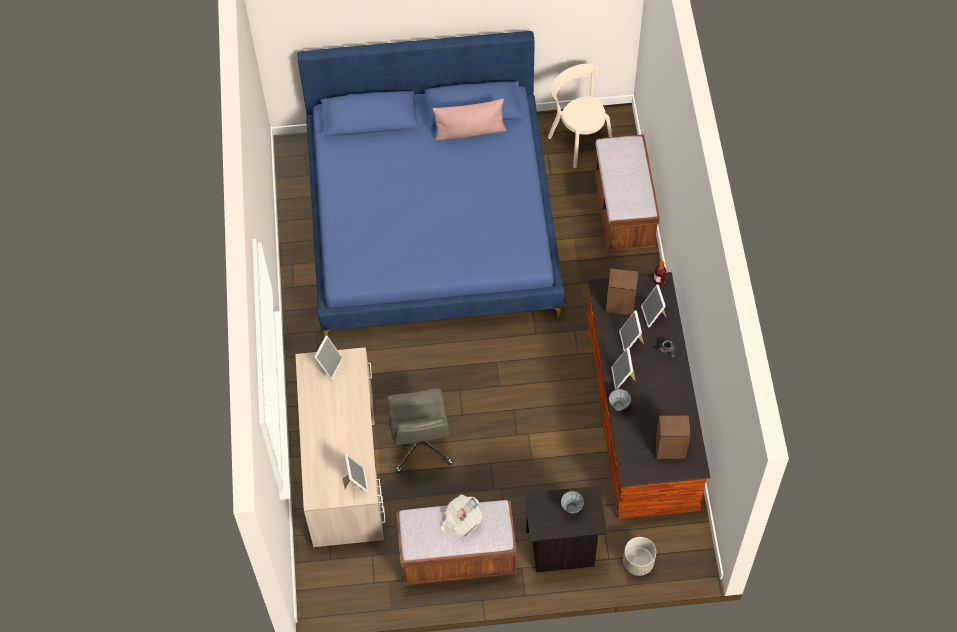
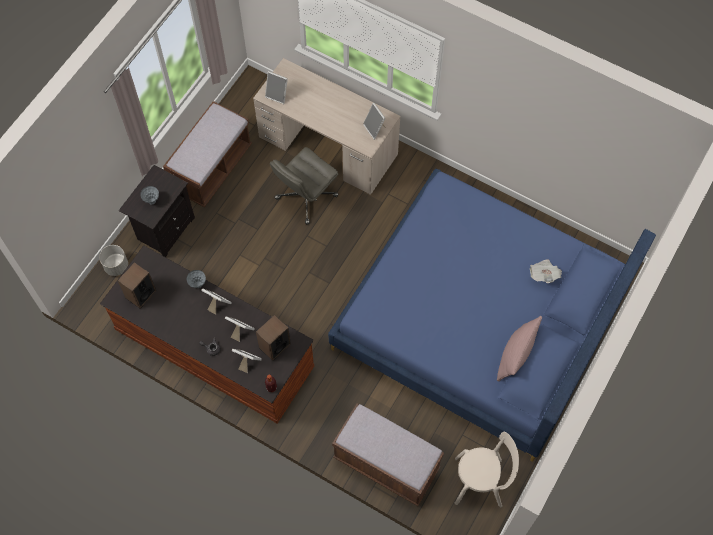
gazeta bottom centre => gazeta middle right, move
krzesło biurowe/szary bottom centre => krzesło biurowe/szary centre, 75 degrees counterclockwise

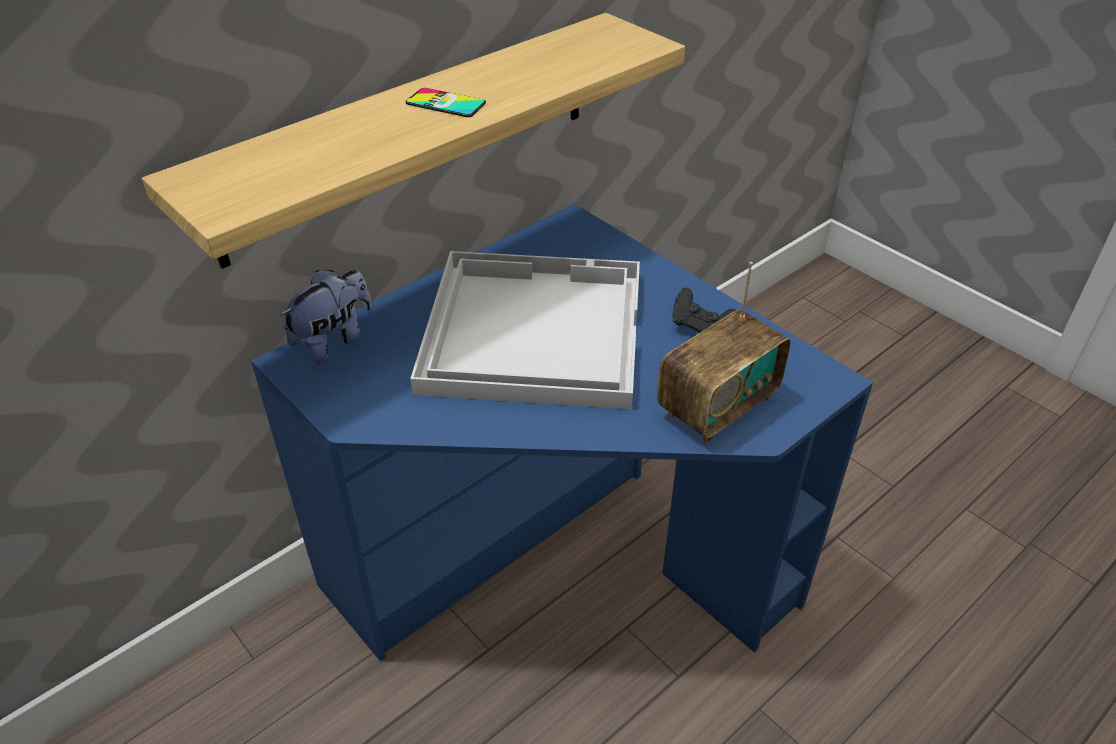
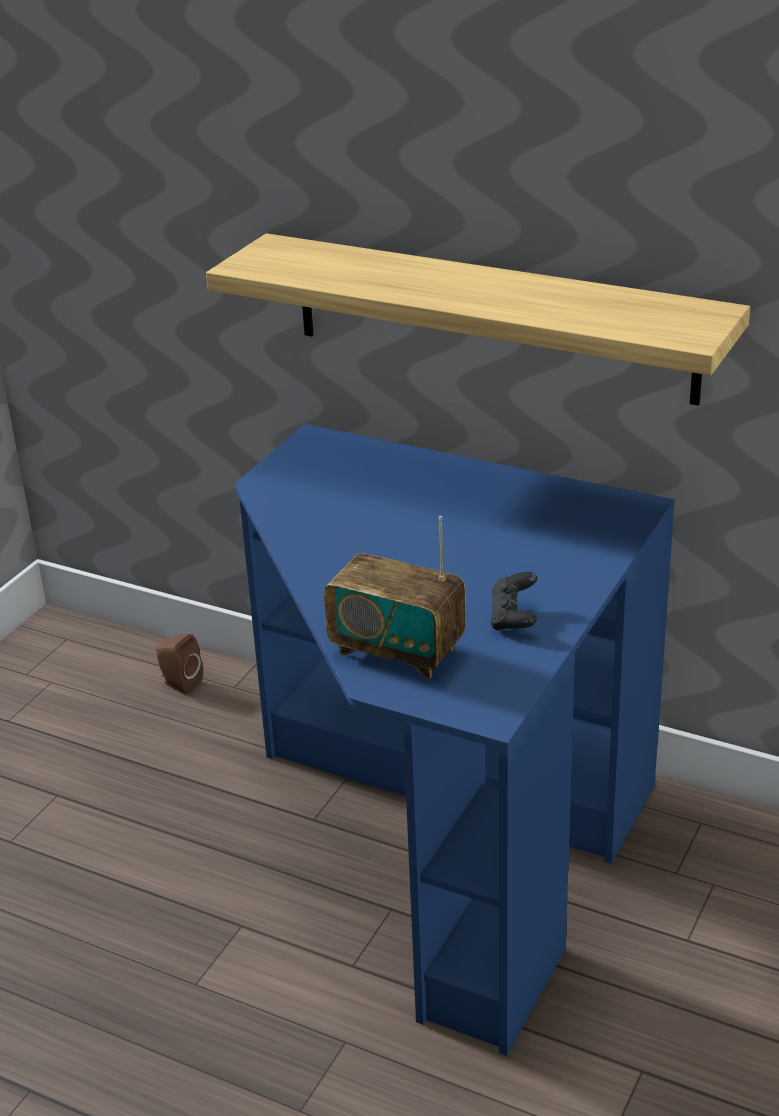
pluszak middle left => nothing
telefon top centre => nothing
taca/biały centre => nothing
nothing => głośnik/brązowy middle left

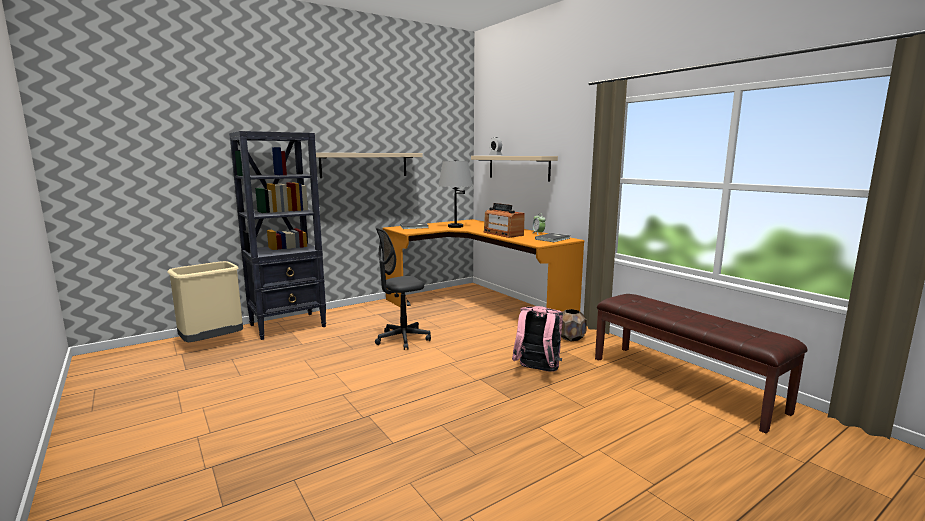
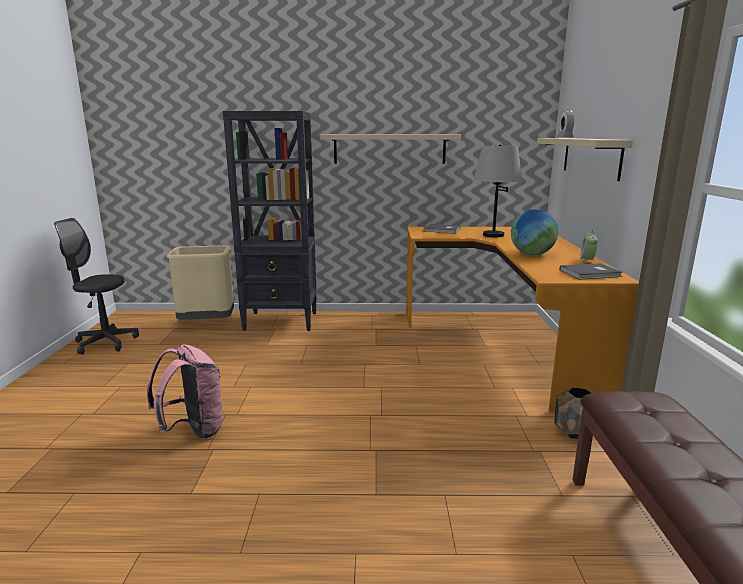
krzesło biurowe/szary centre => krzesło biurowe/szary middle left, move
plecak/różowy centre => plecak/różowy bottom left, move
radio centre => globus middle right

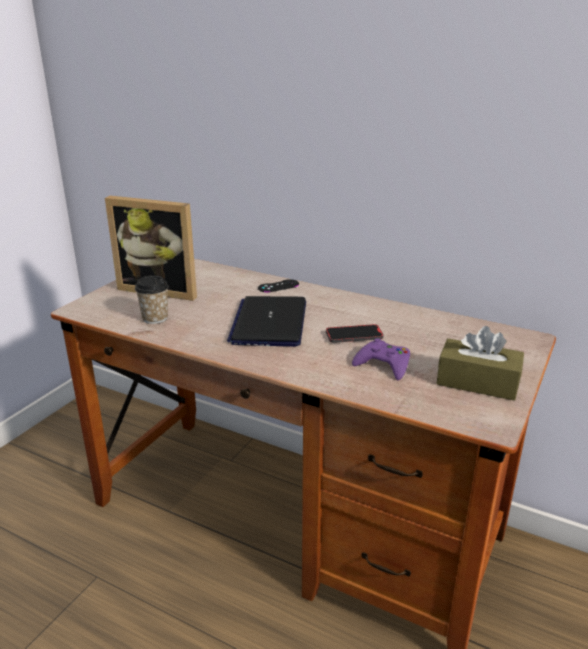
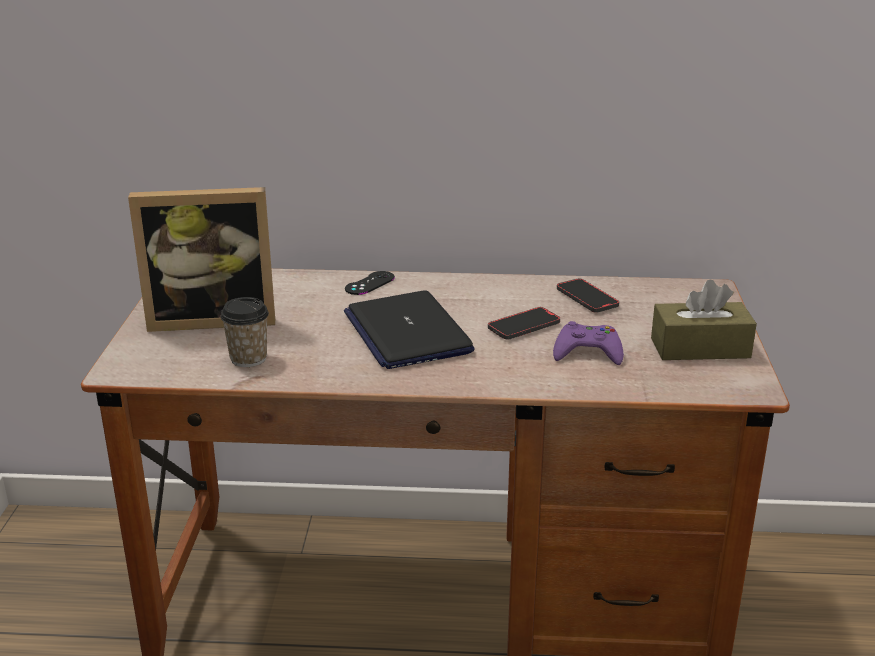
nothing => telefon (2nd from left) middle right

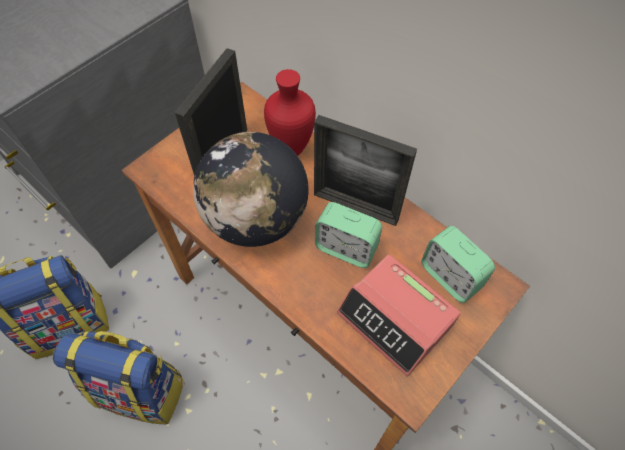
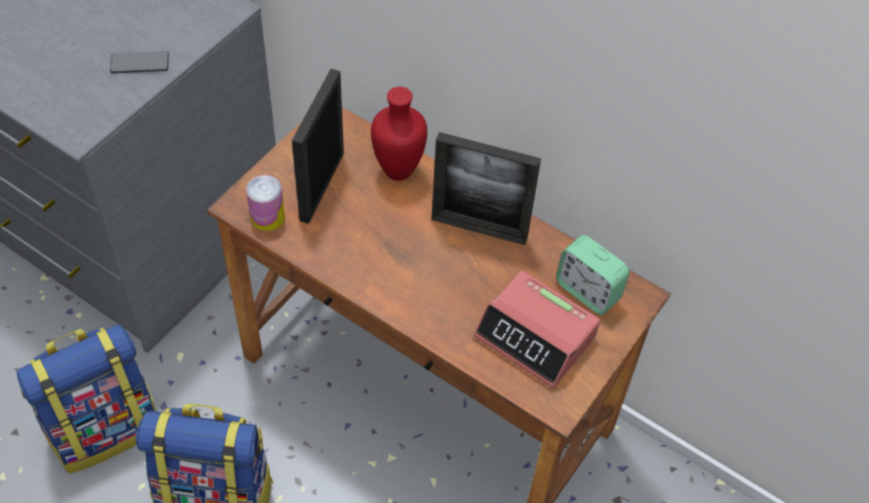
globus centre => nothing
budzik (1st from left) centre => nothing
nothing => telefon top left
nothing => puszka middle left

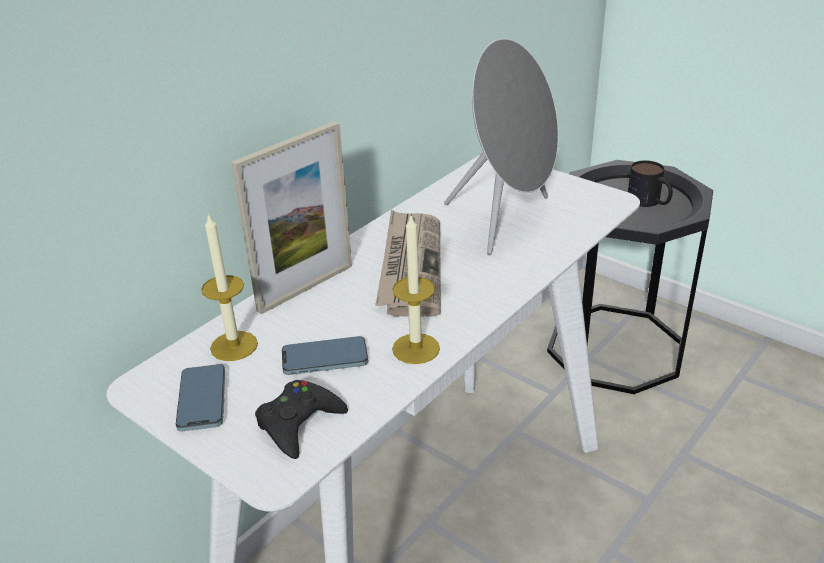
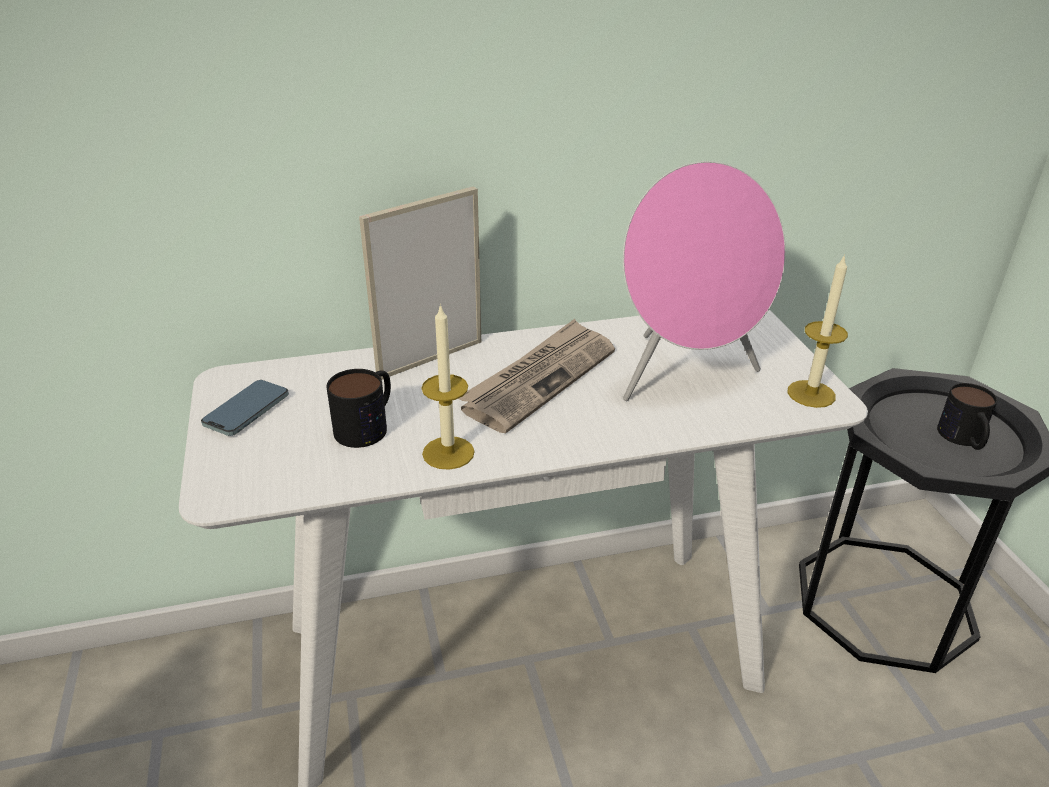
pad do gier/czarny bottom centre => nothing
świeca (1st from left in the first image) middle left => świeca (2nd from left) middle right, move
telefon (2nd from left) centre => kubek (1st from left) centre
głośnik/szary top centre => głośnik/różowy middle right
ramka na zdjęcie centre, 150 degrees clockwise

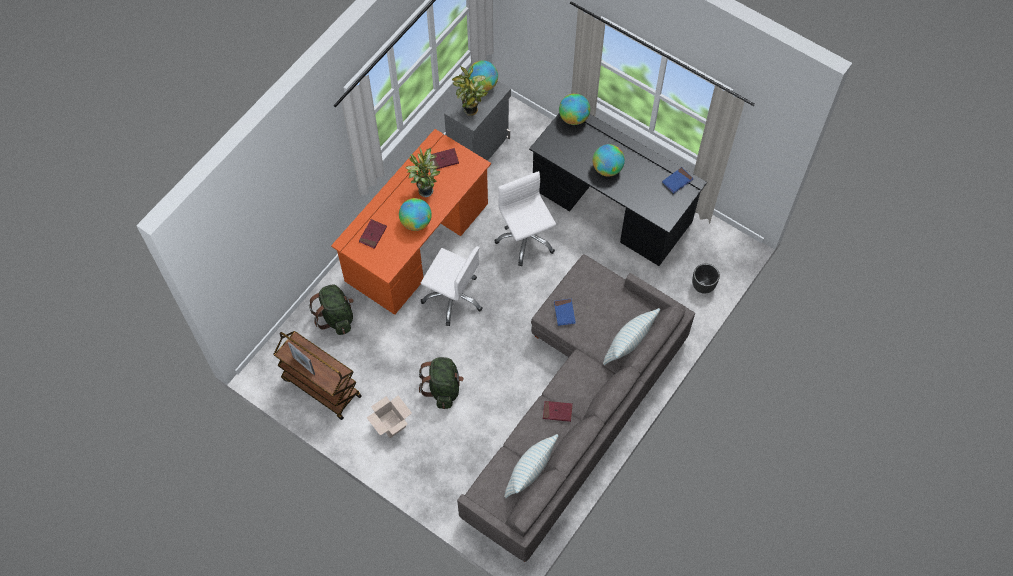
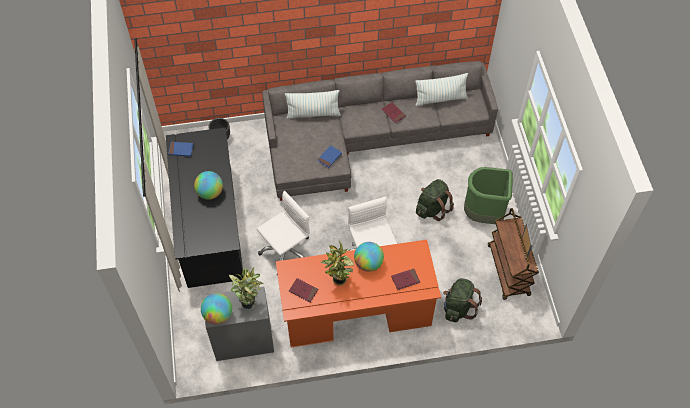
globus (3rd from left) top centre => nothing
karton bottom centre => kosz na śmieci/zielony middle right
krzesło biurowe/biały (2nd from left in the first image) centre => krzesło biurowe/biały (1st from left) centre, 150 degrees counterclockwise

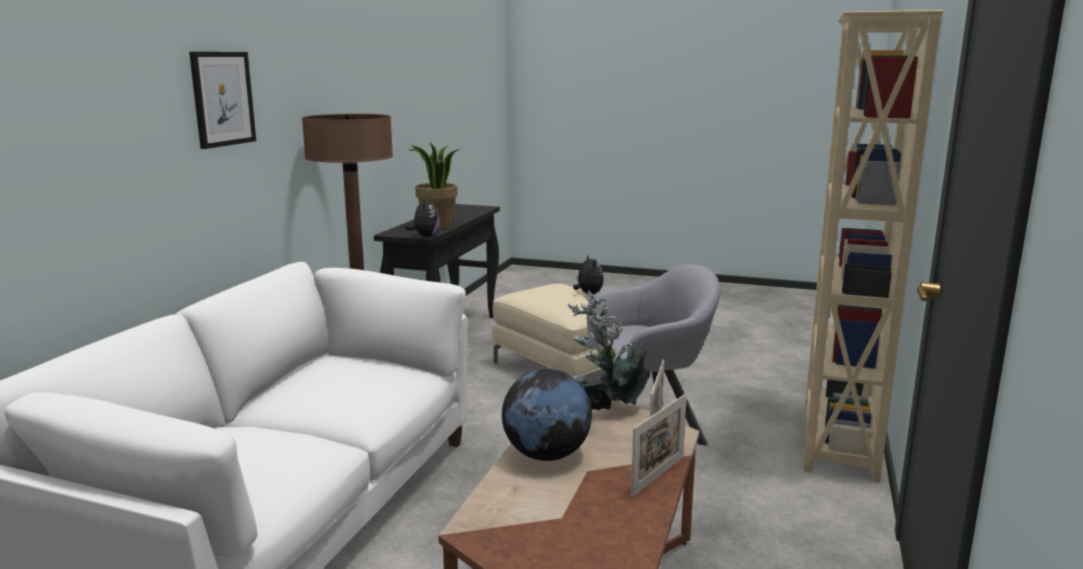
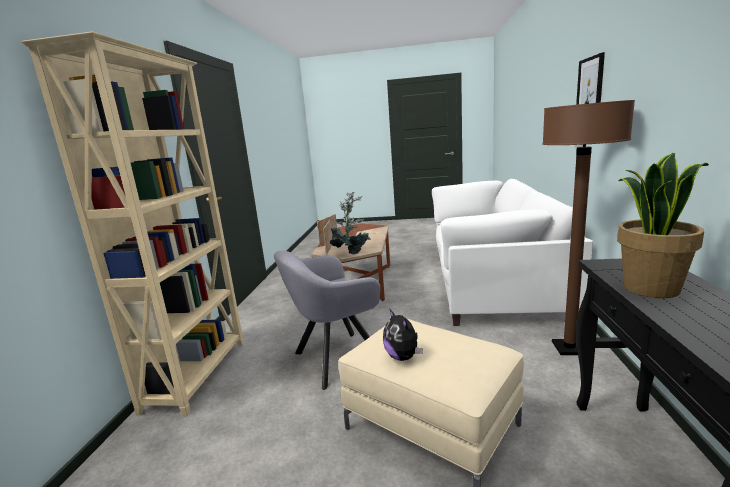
pluszak (1st from left) centre => nothing
globus bottom centre => nothing

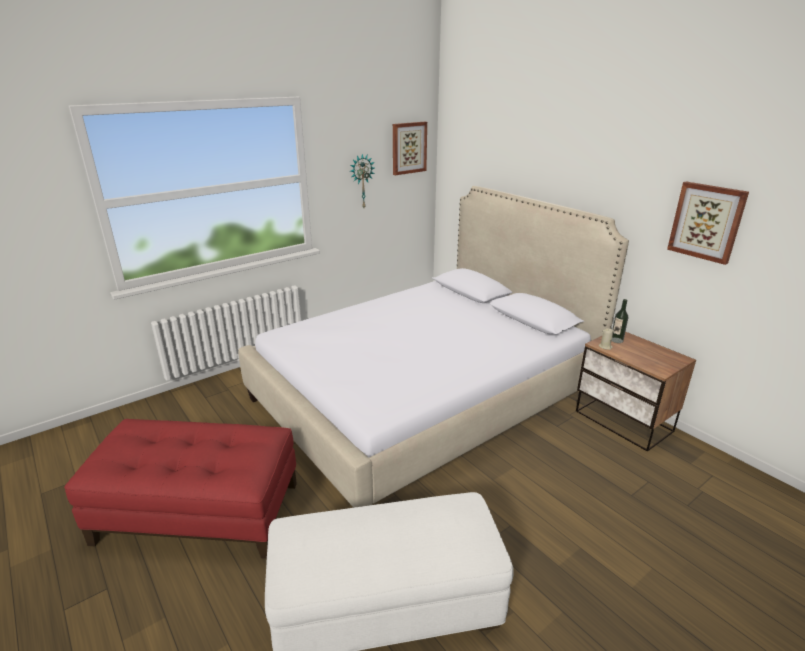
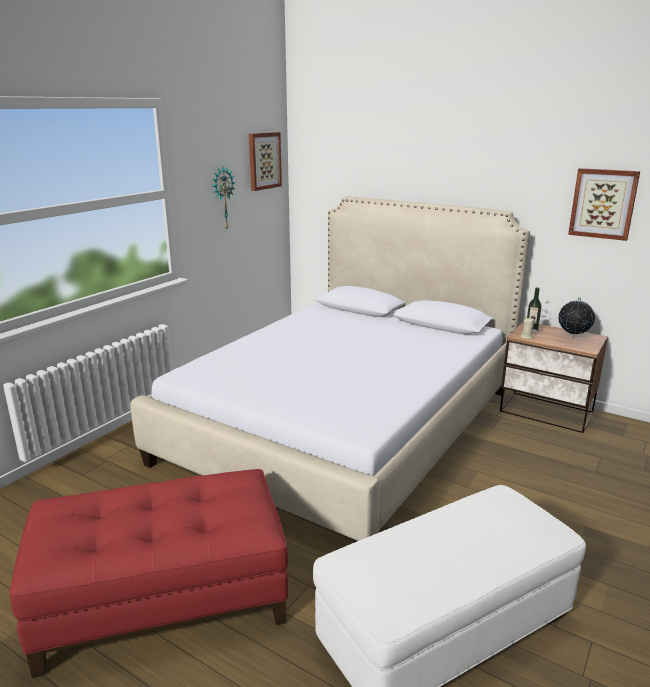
nothing => globus middle right

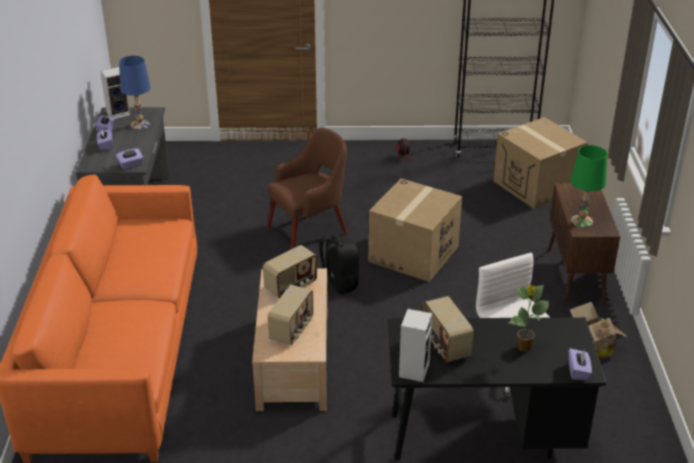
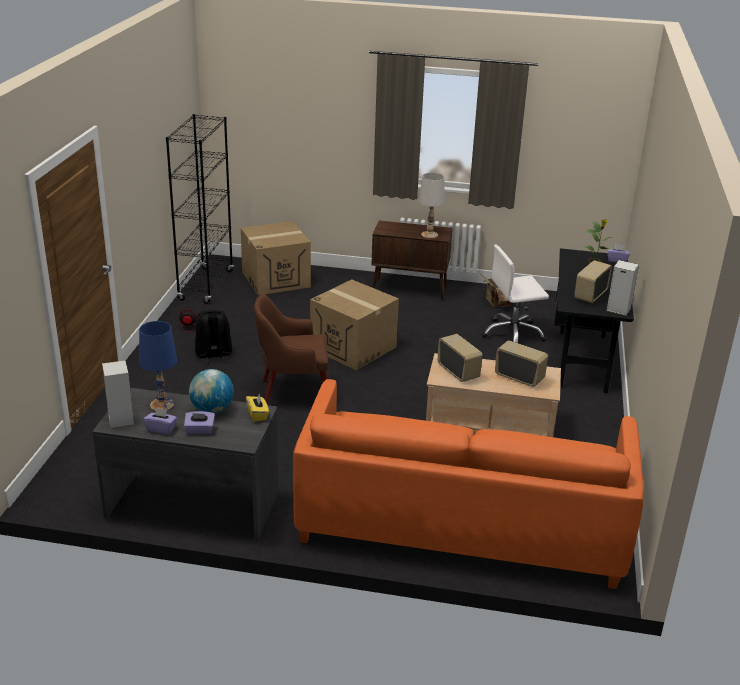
nothing => globus middle left
plecak/czarny centre => plecak/czarny middle left, move
pudełko chusteczek/fioletowy (3rd from left) middle left => pudełko chusteczek/żółty centre
lampa stołowa/zielony middle right => lampa stołowa/biały top centre
fotel/brązowy centre, 75 degrees counterclockwise
radio (3rd from left) bottom centre => radio (3rd from left) middle right, 135 degrees clockwise

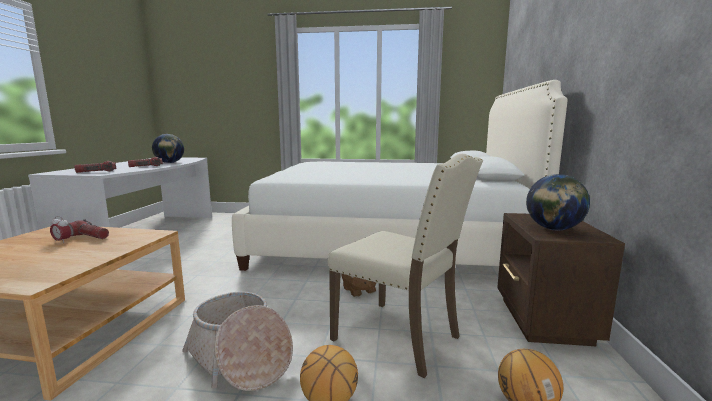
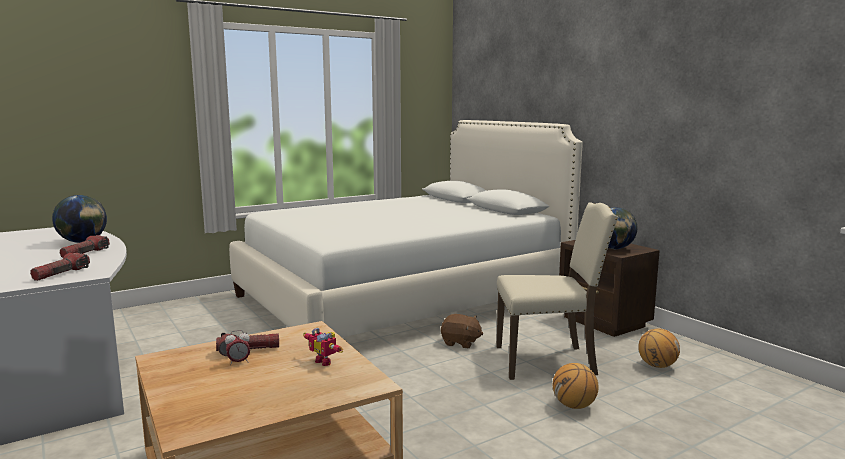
koszyk bottom left => nothing
nothing => robot zabawkowy bottom centre

